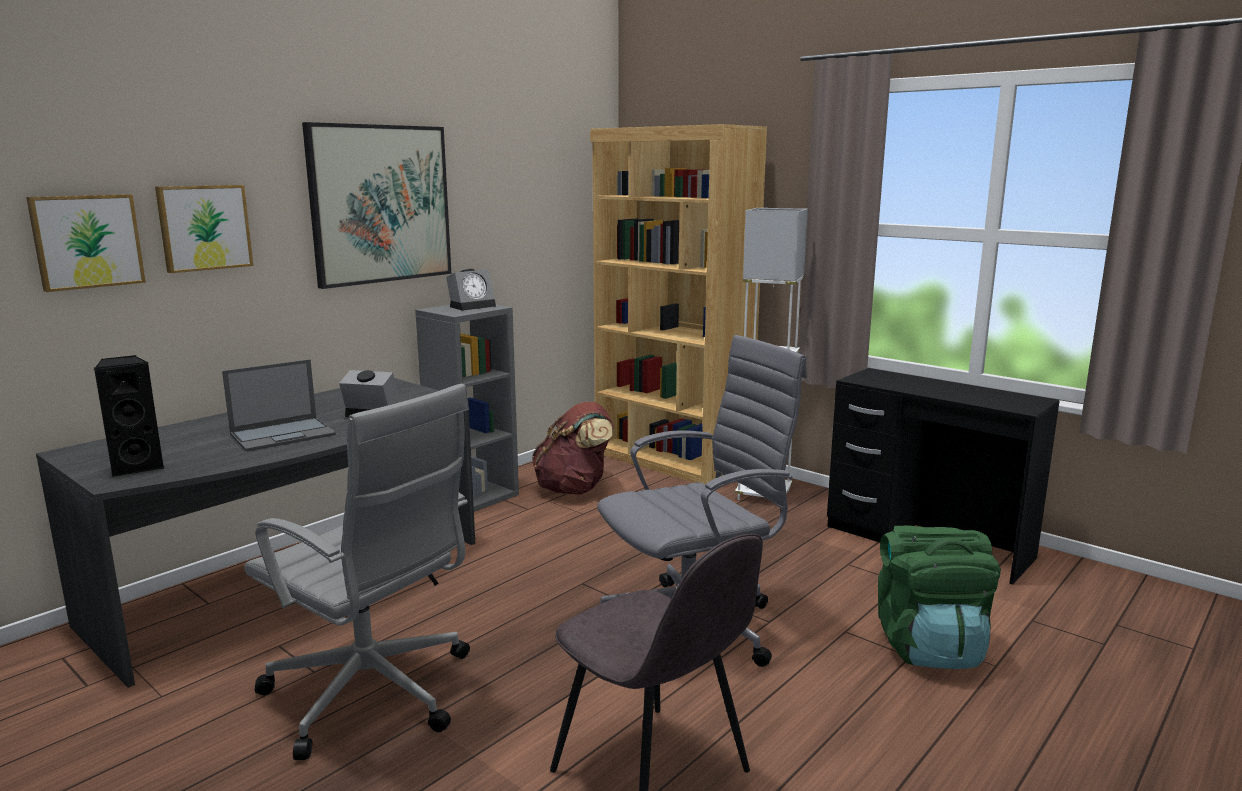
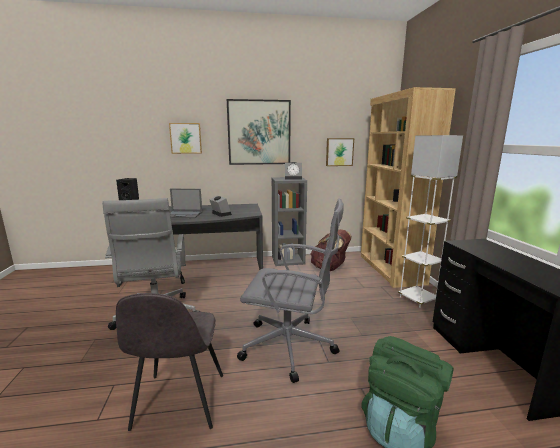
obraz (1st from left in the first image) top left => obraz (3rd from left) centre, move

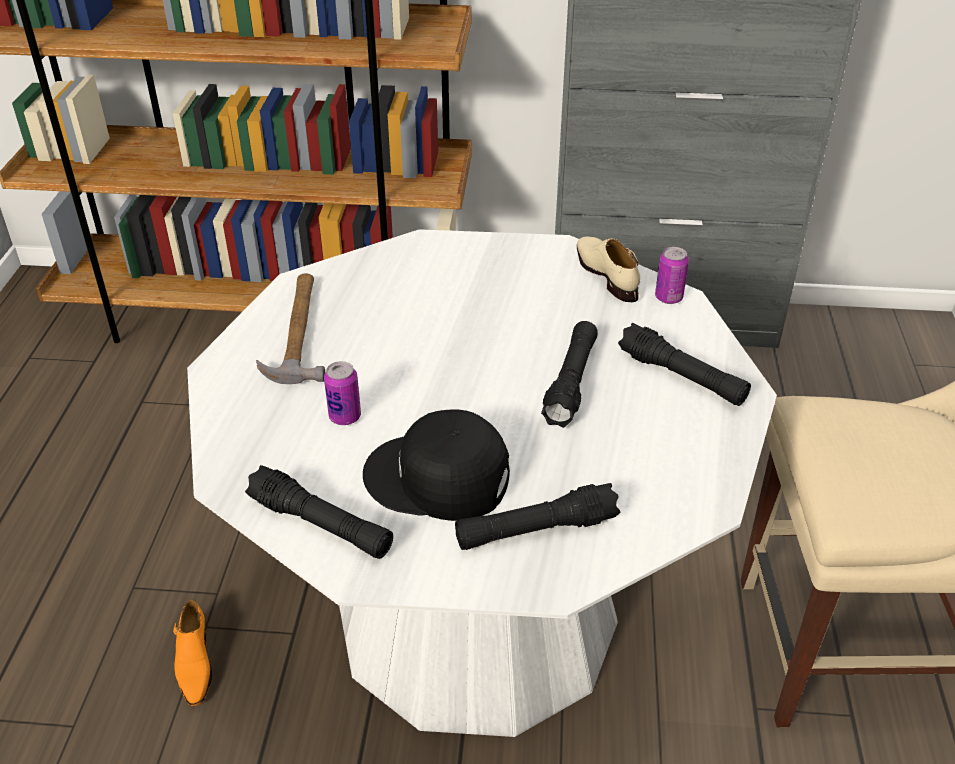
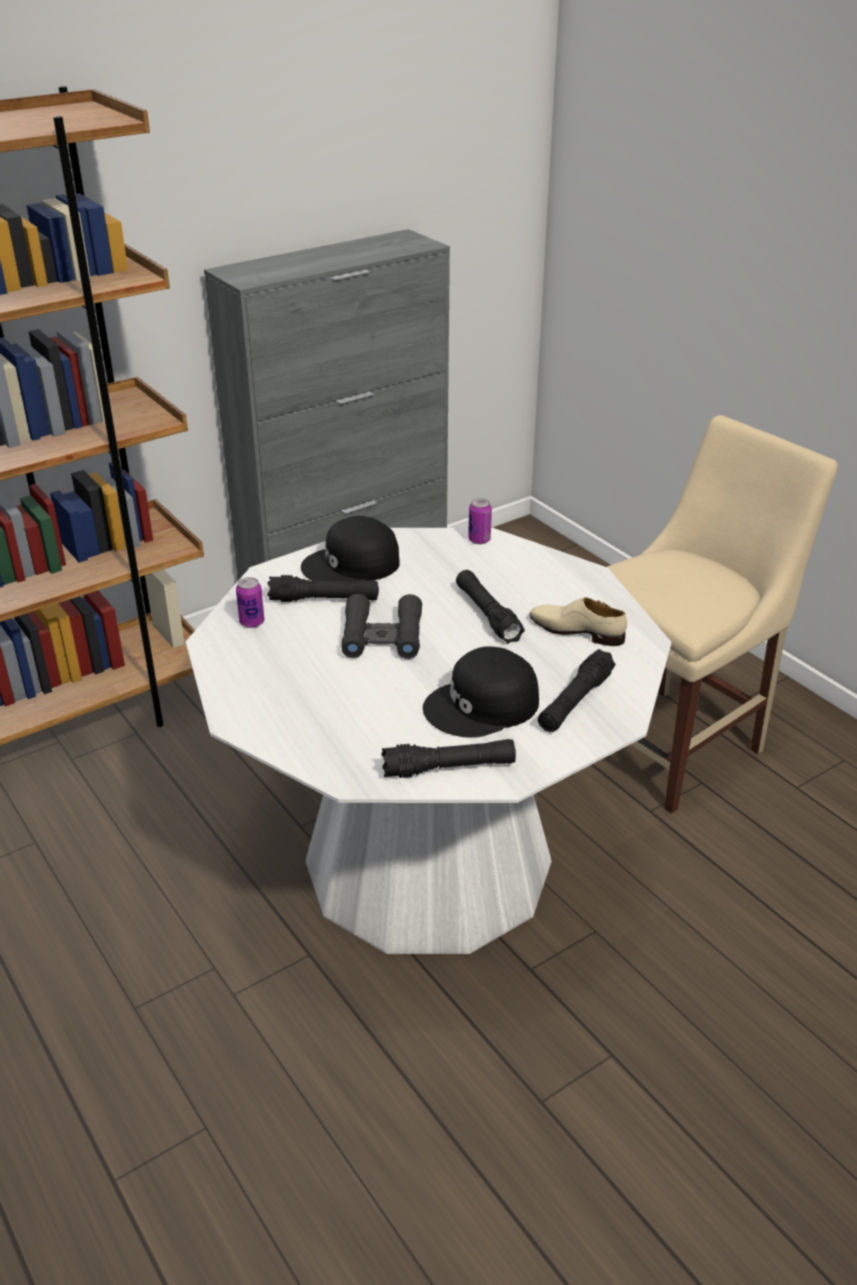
but/pomarańczowy bottom left => nothing
młotek middle left => nothing
nothing => czapka z daszkiem/czarny (1st from left) centre
nothing => lornetka/czarny centre
puszka (1st from left) centre => puszka (1st from left) middle left, move
but/beżowy centre => but/beżowy middle right, move
latarka/czarny (4th from left in the first image) middle right => latarka/czarny (1st from left) centre, move

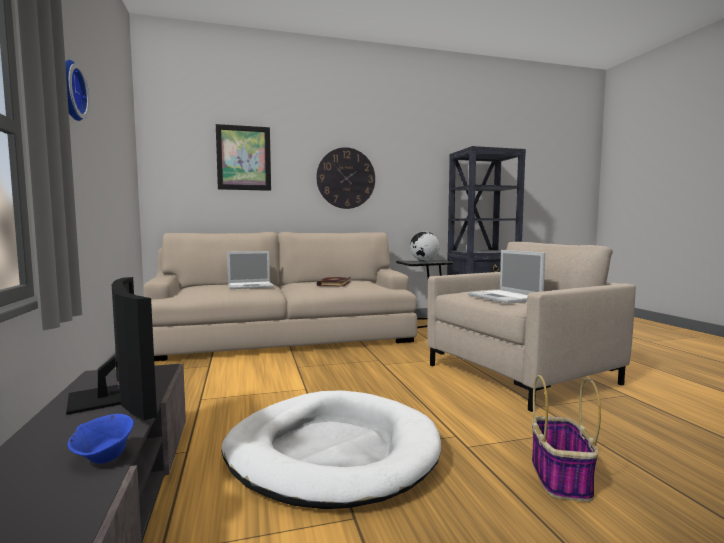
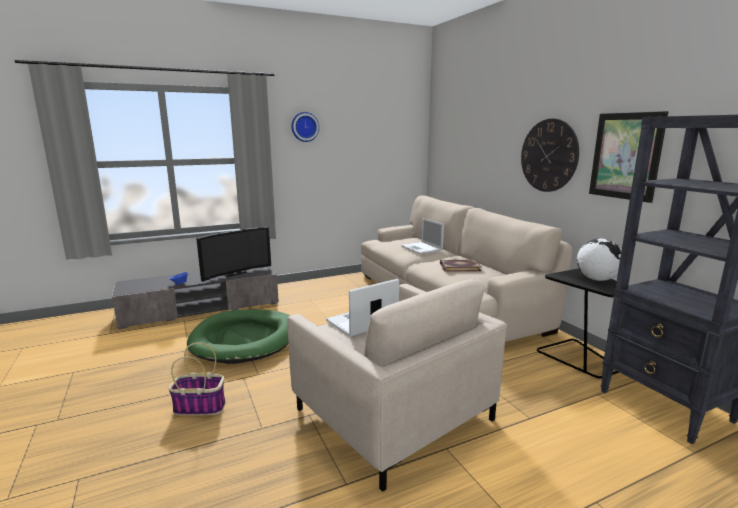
obraz top centre => obraz top right, move
legowisko/biały bottom centre => legowisko/zielony middle left

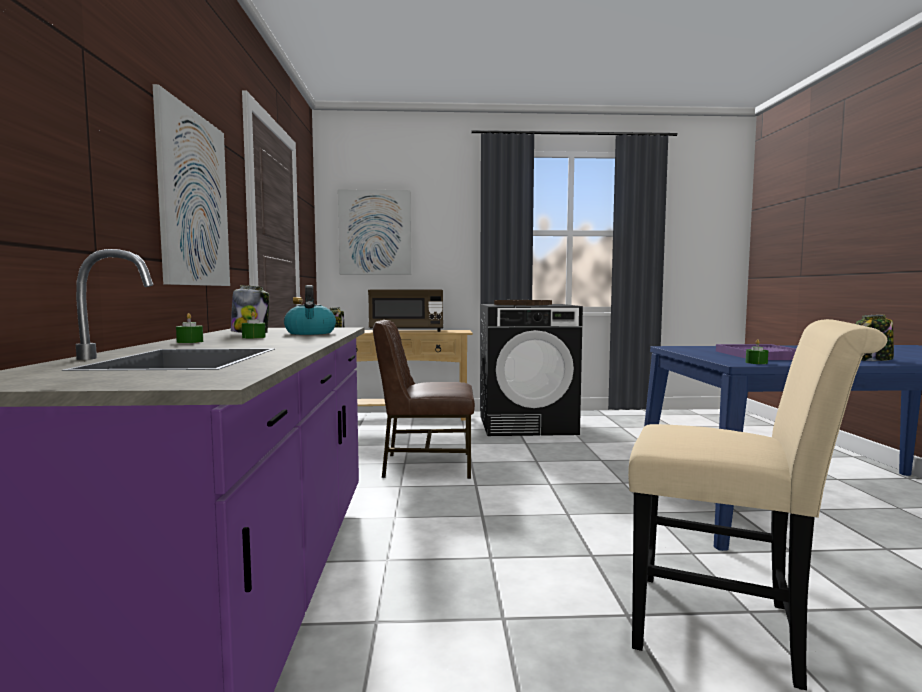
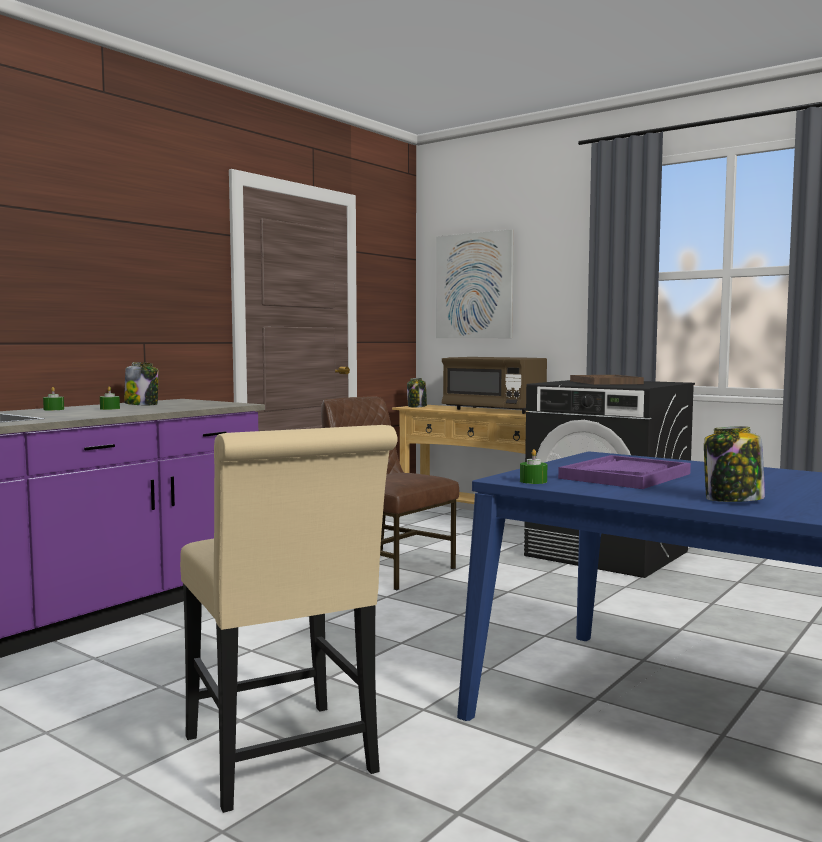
obraz (1st from left) top left => nothing
czajnik centre => nothing

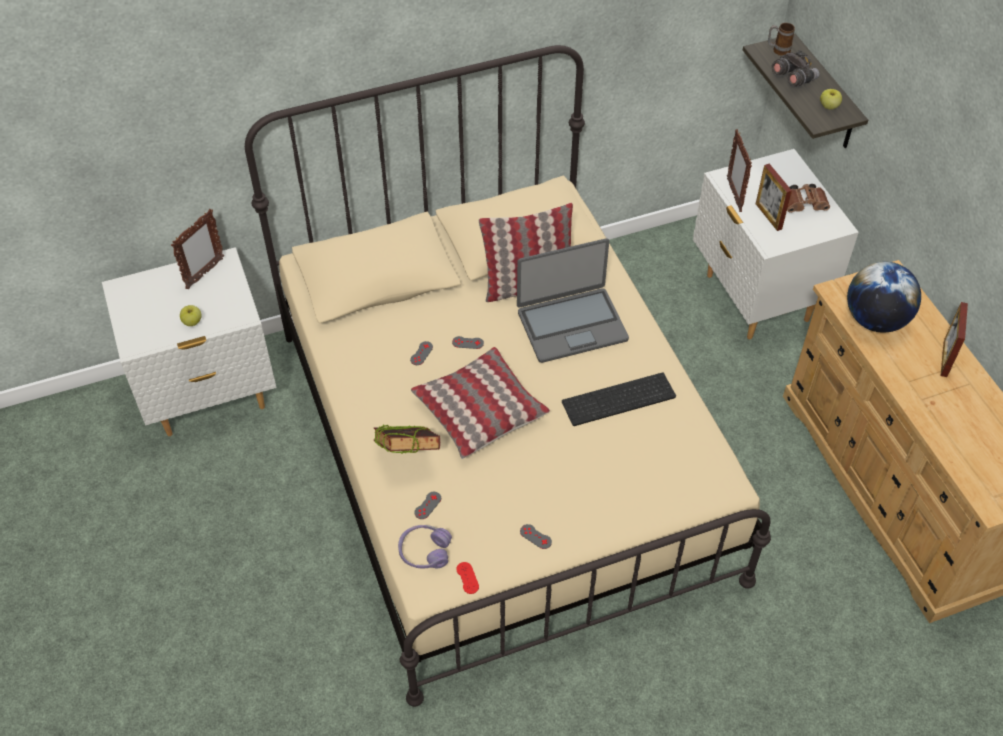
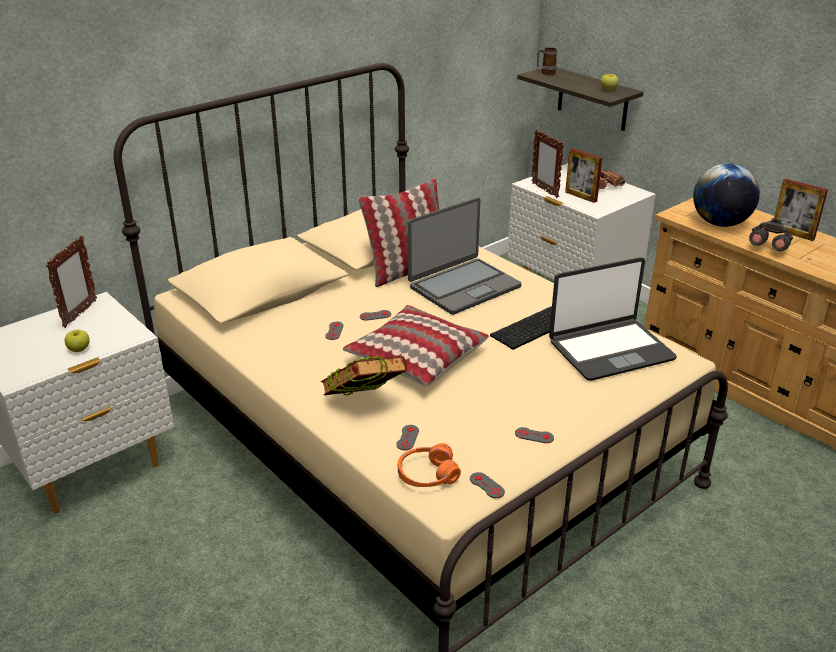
nothing => laptop (2nd from left) middle right
lornetka/szary top right => lornetka/szary middle right, move
słuchawki/fioletowy bottom centre => słuchawki/pomarańczowy bottom centre
pad do gier/czerwony bottom centre => pad do gier/szary (4th from left) bottom centre
ramka na zdjęcie (4th from left) middle right => ramka na zdjęcie (4th from left) top right, 45 degrees counterclockwise

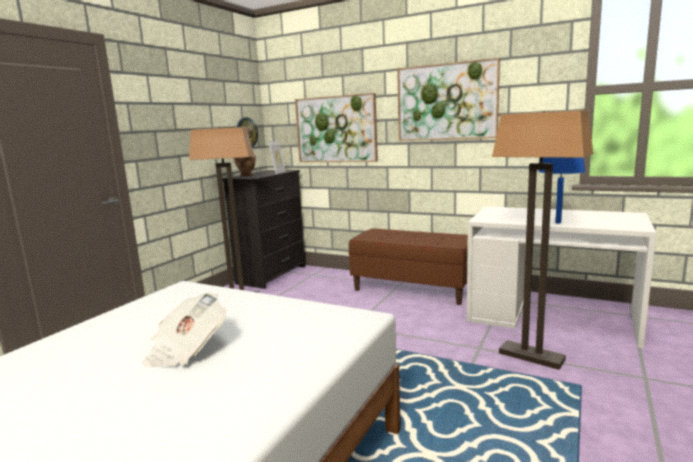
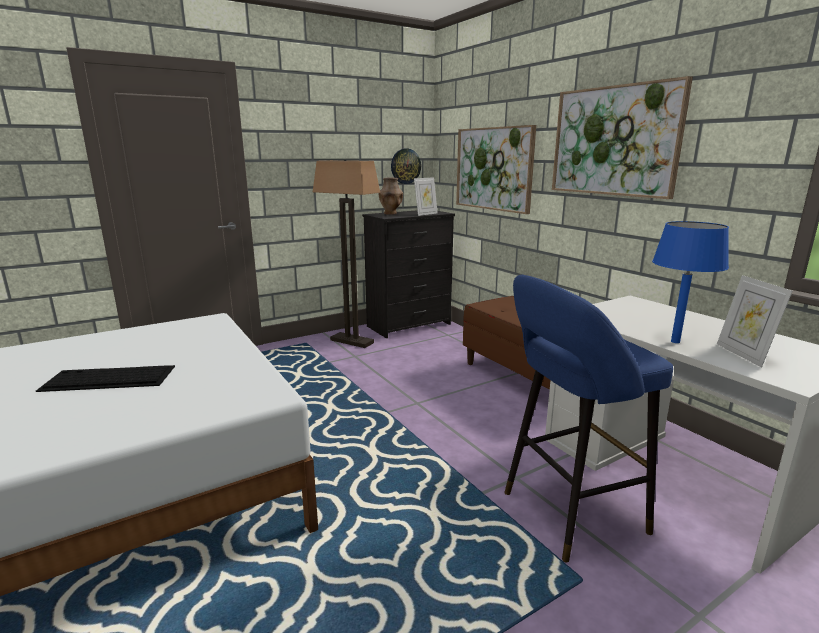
nothing => ramka na zdjęcie (2nd from left) middle right
gazeta bottom left => klawiatura middle left
lampa stojąca (2nd from left) middle right => stołek/niebieski middle right

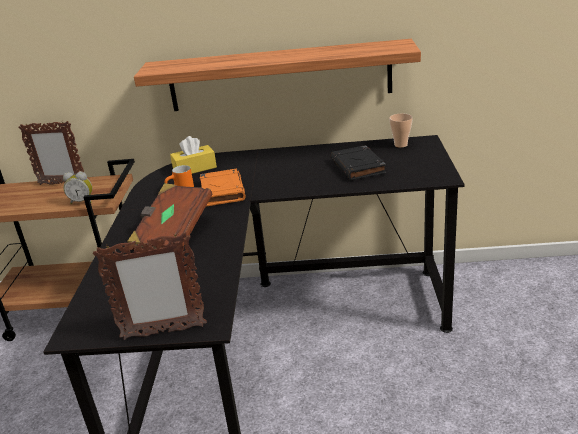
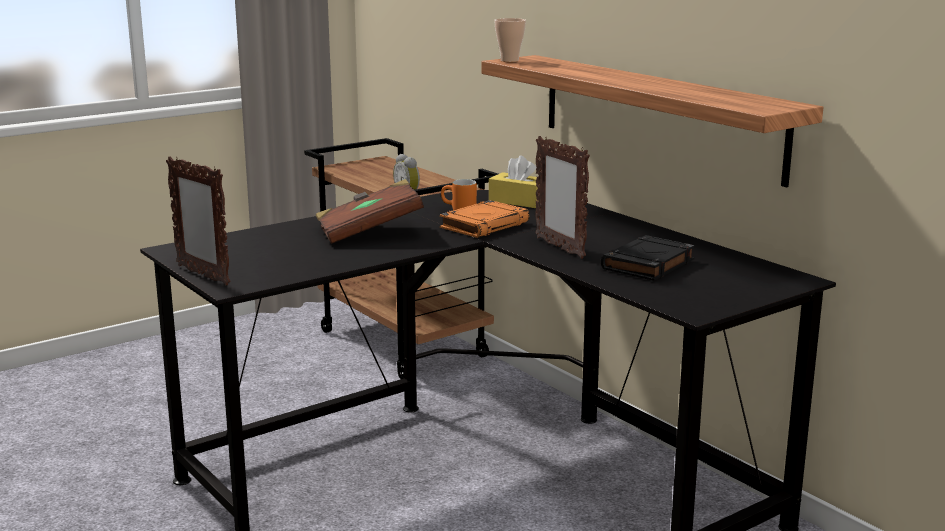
ramka na zdjęcie (1st from left in the first image) middle left => ramka na zdjęcie (2nd from left) centre, move
filiżanka top right => filiżanka top centre, move

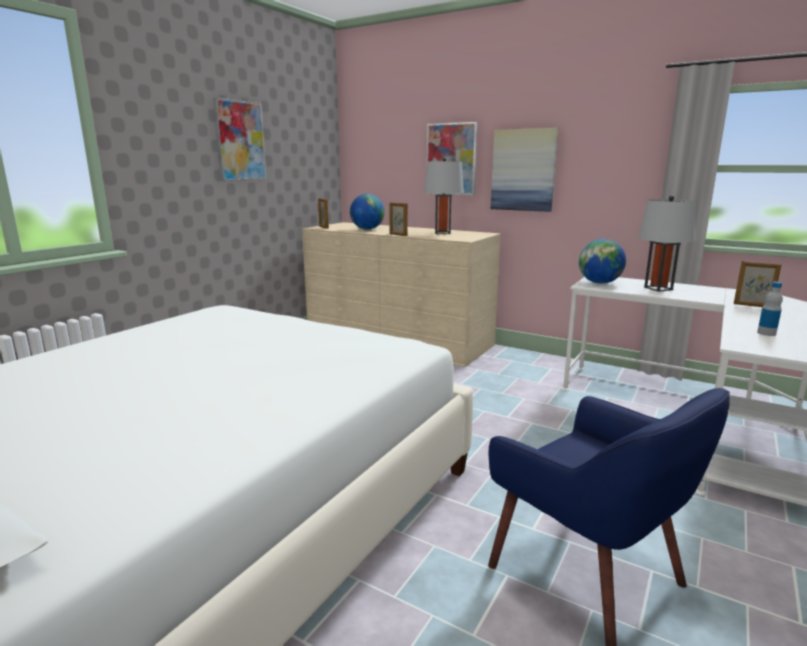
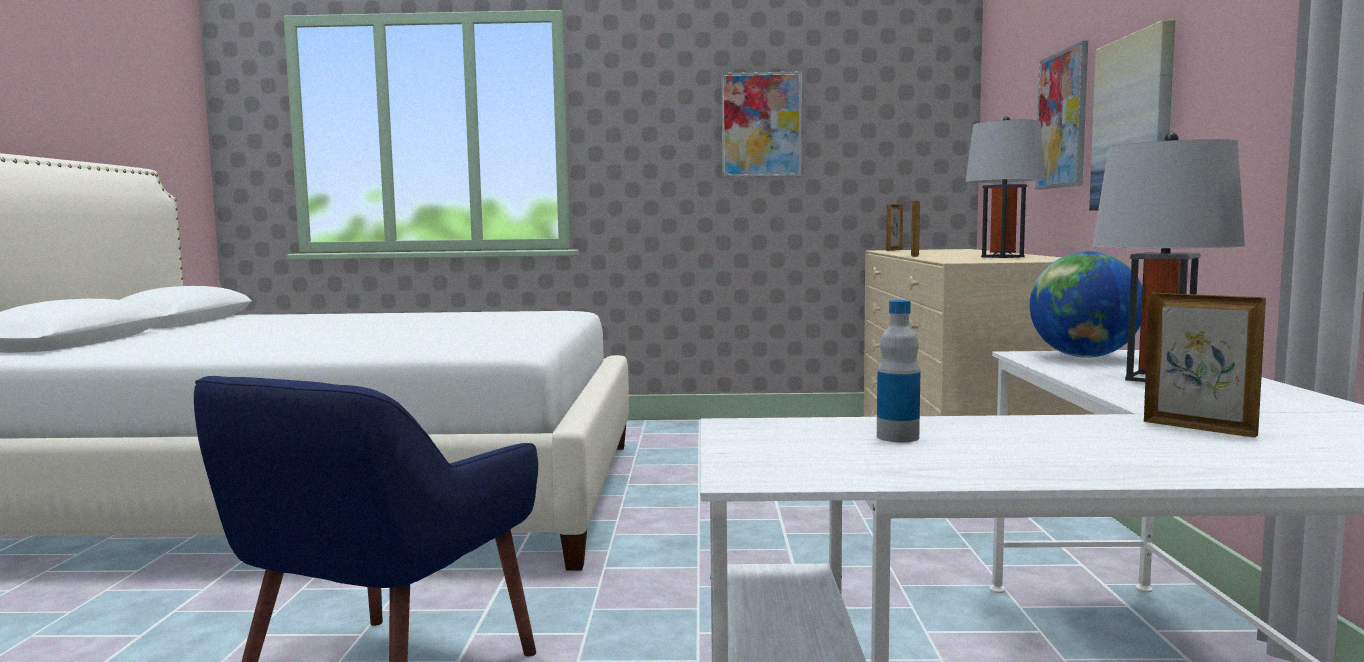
globus (1st from left) top centre => nothing
ramka na zdjęcie (3rd from left) middle right, 135 degrees clockwise

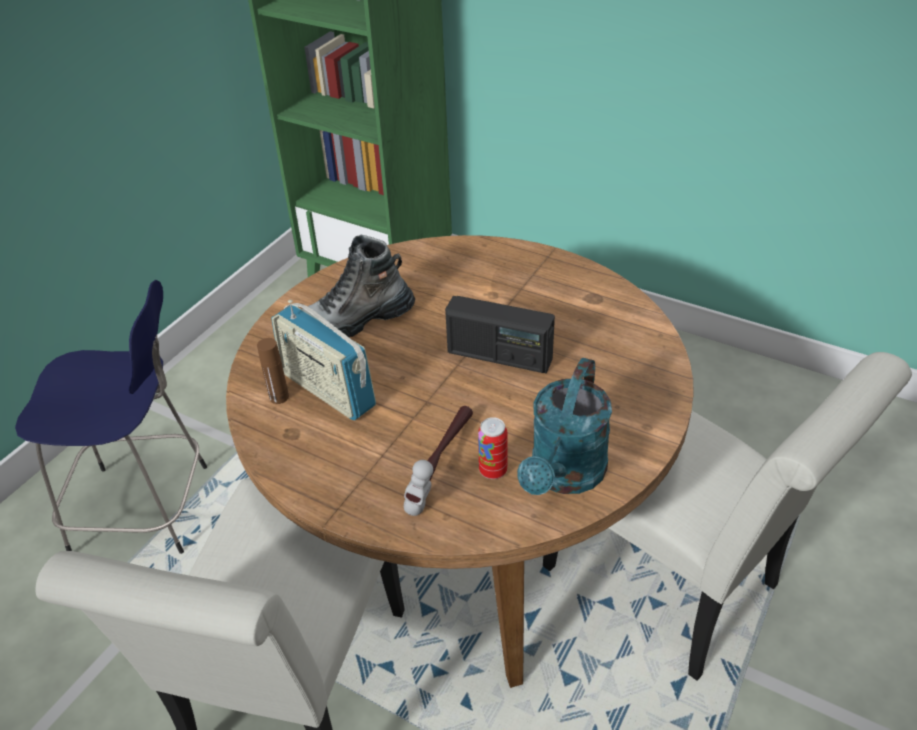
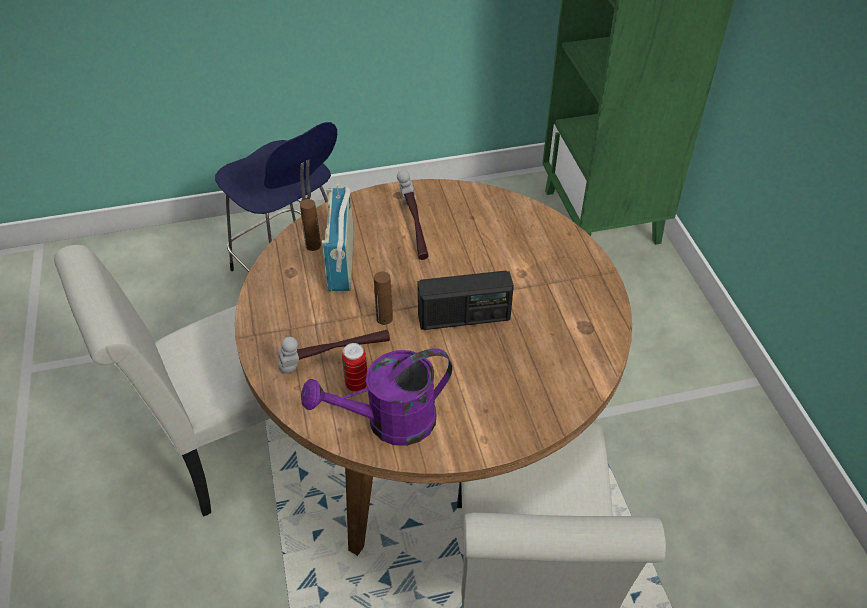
nothing => butelka/brązowy (2nd from left) centre
but z cholewką centre => młotek (2nd from left) centre
konewka/turkusowy centre => konewka/fioletowy centre
radio (2nd from left) centre, 75 degrees counterclockwise

